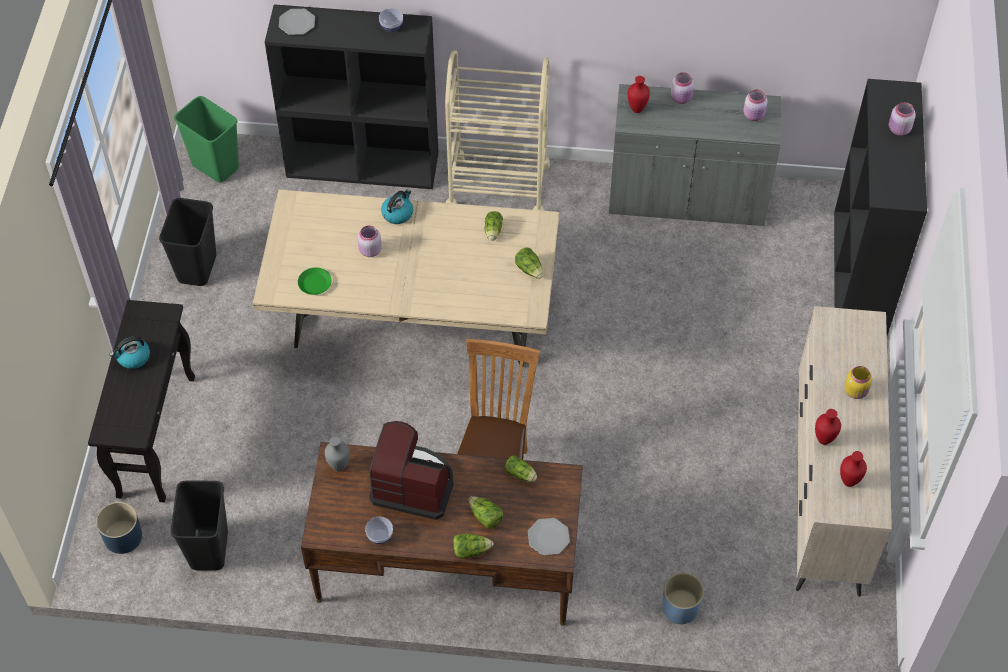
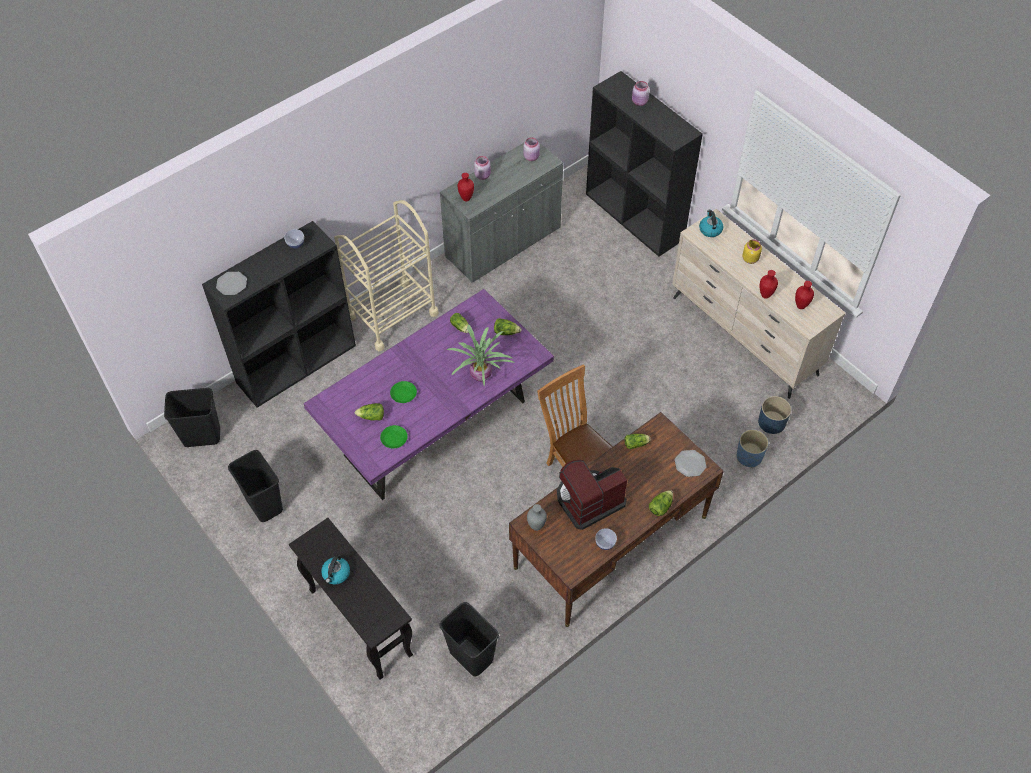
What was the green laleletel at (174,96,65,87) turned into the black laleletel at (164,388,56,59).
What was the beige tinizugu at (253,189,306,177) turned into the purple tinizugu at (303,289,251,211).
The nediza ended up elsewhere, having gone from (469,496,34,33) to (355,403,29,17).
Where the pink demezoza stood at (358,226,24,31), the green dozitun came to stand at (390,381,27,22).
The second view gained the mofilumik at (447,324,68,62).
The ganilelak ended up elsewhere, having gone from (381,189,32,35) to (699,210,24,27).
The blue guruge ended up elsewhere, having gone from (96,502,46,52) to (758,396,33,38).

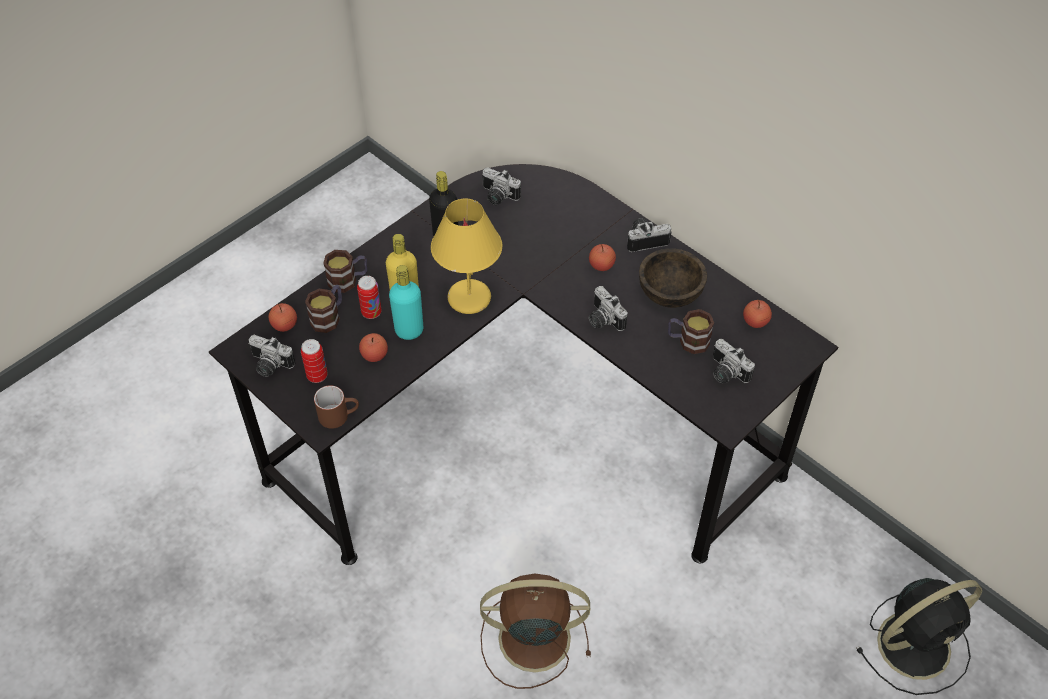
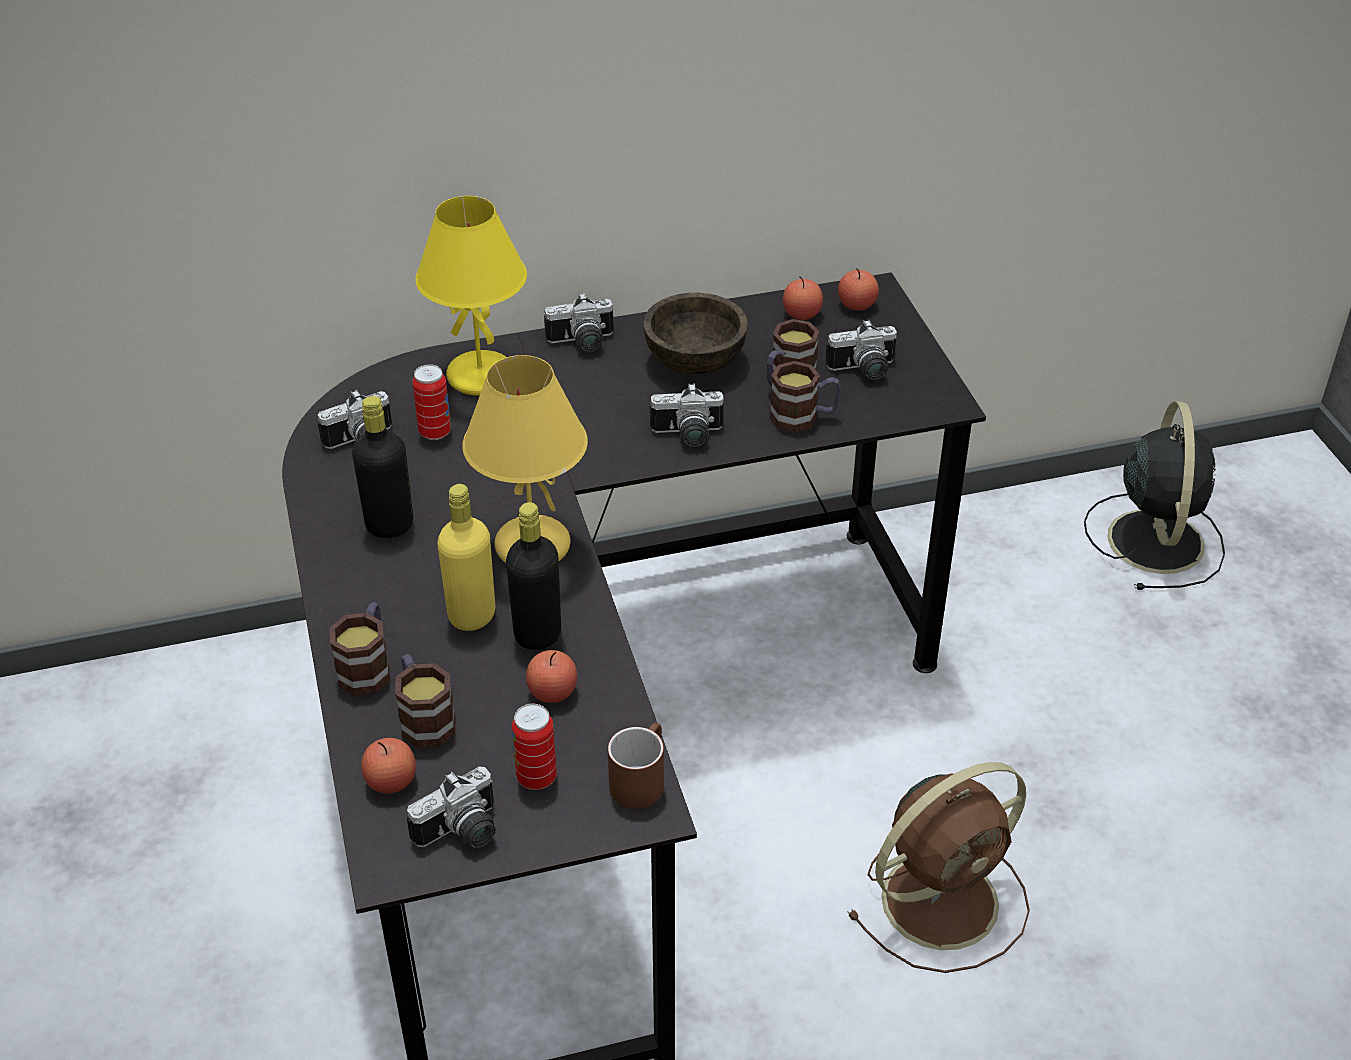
The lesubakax ended up elsewhere, having gone from (357,276,25,43) to (412,364,39,76).
The second view gained the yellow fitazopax at (415,196,112,199).
What was the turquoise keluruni at (389,265,34,75) turned into the black keluruni at (506,502,55,148).
The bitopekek at (627,218,45,34) ended up facing another way, 120 degrees counterclockwise from before.
The second view gained the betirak at (769,361,72,71).
The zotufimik ended up elsewhere, having gone from (589,244,27,27) to (838,268,41,43).
The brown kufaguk at (480,574,111,115) ended up facing another way, 150 degrees counterclockwise from before.

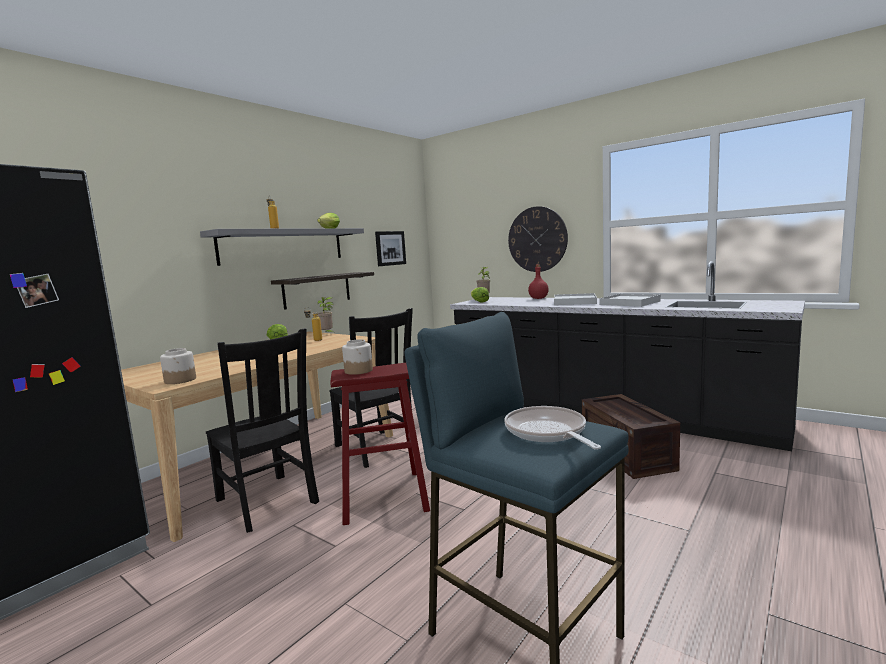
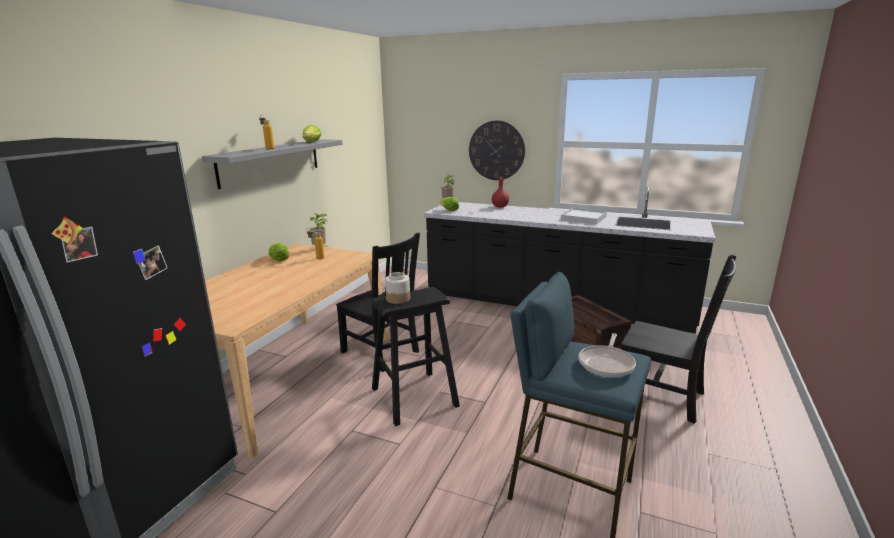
What was the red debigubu at (330,363,100,162) turned into the black debigubu at (371,287,89,139).
The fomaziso at (504,406,97,44) ended up facing another way, 120 degrees counterclockwise from before.
The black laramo ended up elsewhere, having gone from (206,328,113,205) to (621,255,115,169).
The second view lost the demezoza at (160,348,36,36).
The second view lost the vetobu at (271,272,103,38).
The second view lost the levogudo at (375,231,31,35).
The second view lost the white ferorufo at (554,293,43,12).

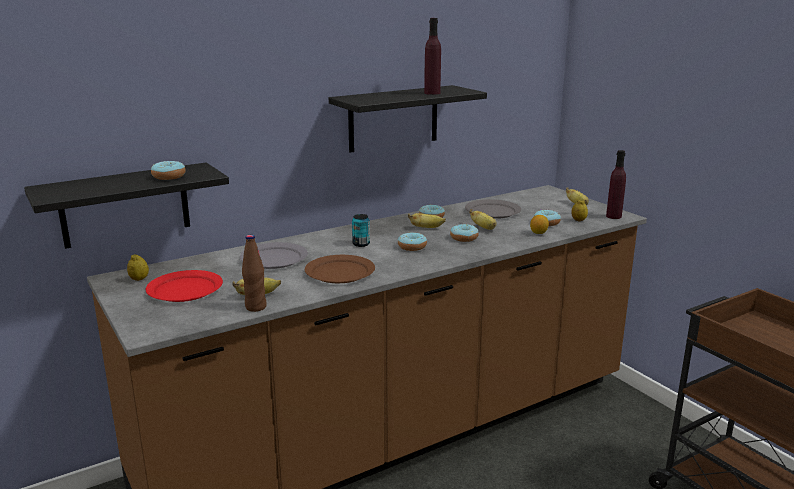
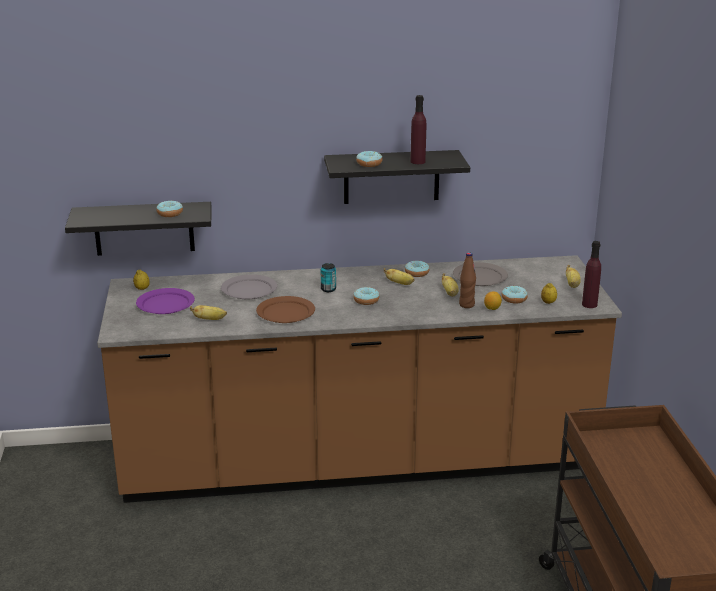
What was the red dozitun at (146,270,77,32) turned into the purple dozitun at (136,288,59,26).
The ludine ended up elsewhere, having gone from (450,224,29,18) to (356,151,26,16).
The brown keluruni ended up elsewhere, having gone from (242,235,25,77) to (459,252,17,56).

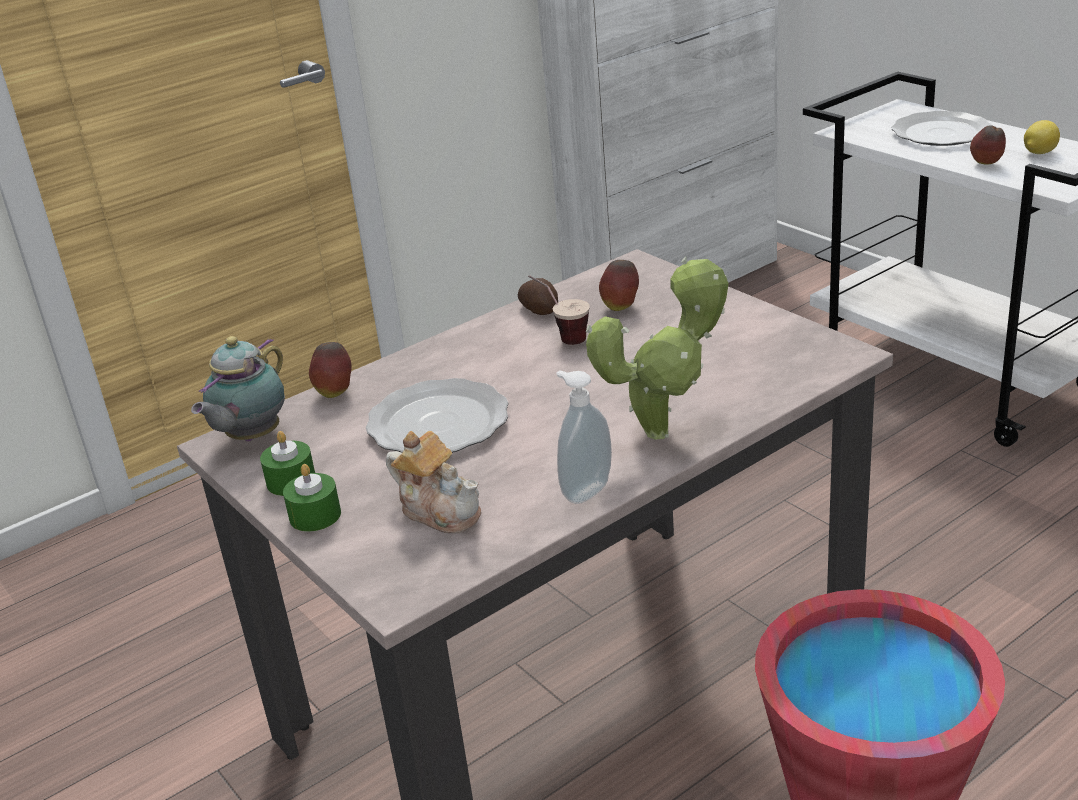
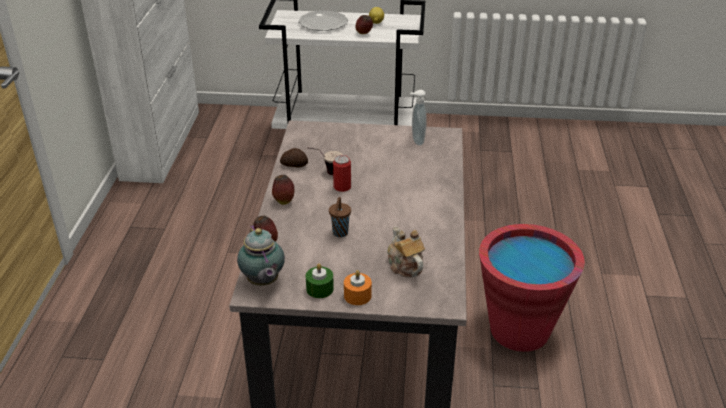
The zotufimik ended up elsewhere, having gone from (599,260,40,51) to (272,175,22,30).
Where the dozitun stood at (366,378,143,75), the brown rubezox came to stand at (329,197,22,40).
The second view gained the lesubakax at (333,155,18,37).
What was the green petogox at (283,464,58,68) turned into the orange petogox at (344,270,28,35).
The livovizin at (386,431,95,103) ended up facing another way, 105 degrees counterclockwise from before.
The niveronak ended up elsewhere, having gone from (557,370,55,134) to (410,90,17,56).
The second view lost the mofilumik at (586,256,143,184).

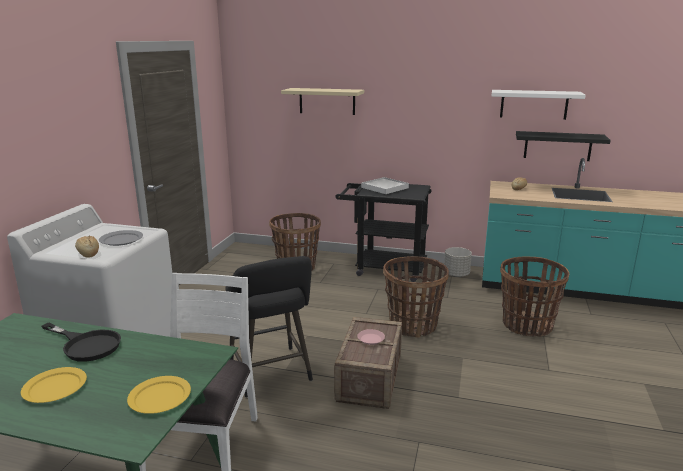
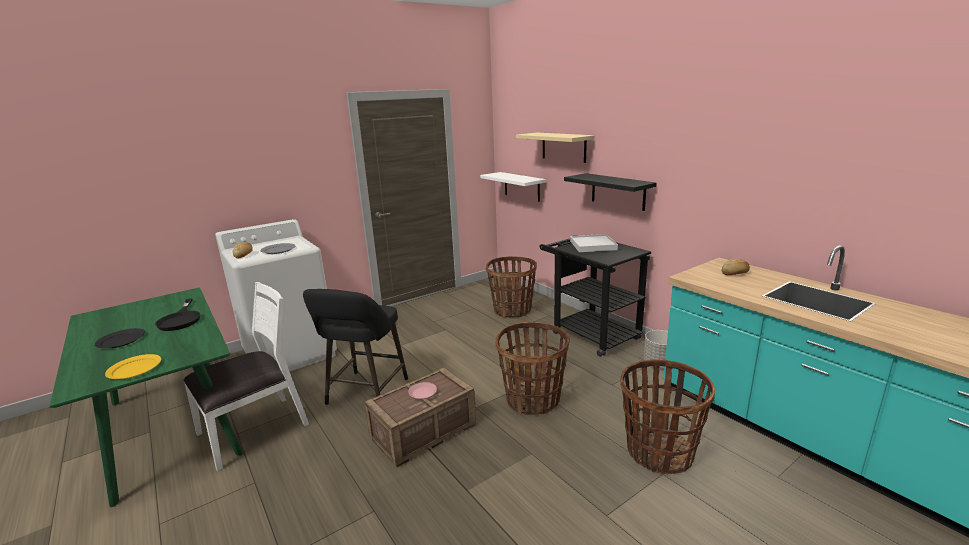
What was the yellow dozitun at (21,367,66,36) turned into the black dozitun at (95,328,50,20).
The white vetobu ended up elsewhere, having gone from (492,90,93,30) to (480,172,66,30).
The black vetobu ended up elsewhere, having gone from (516,131,95,30) to (564,173,93,38).

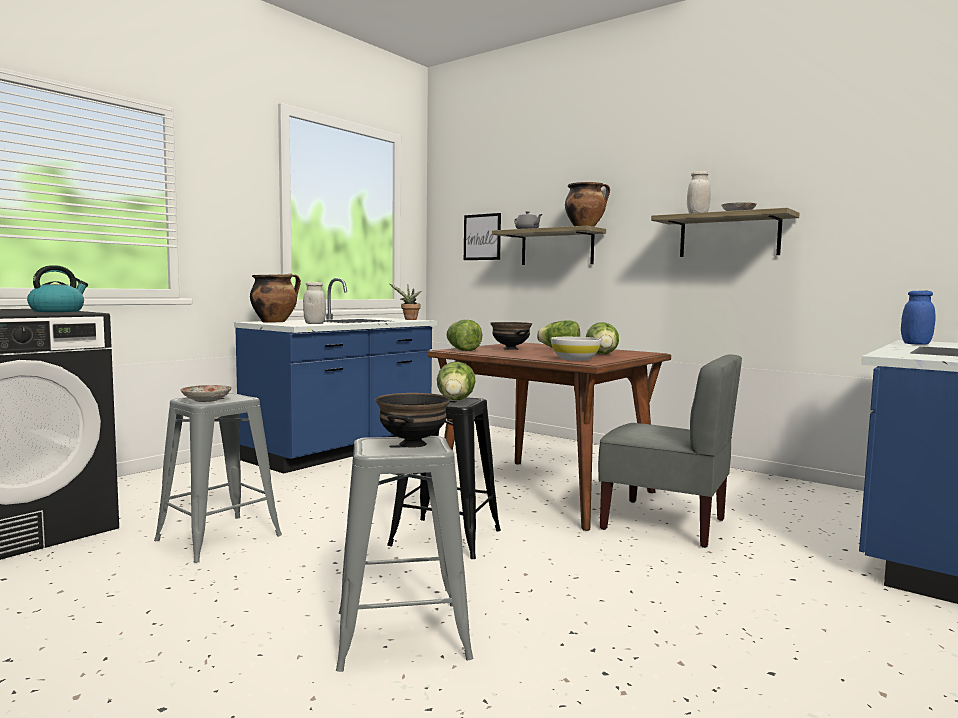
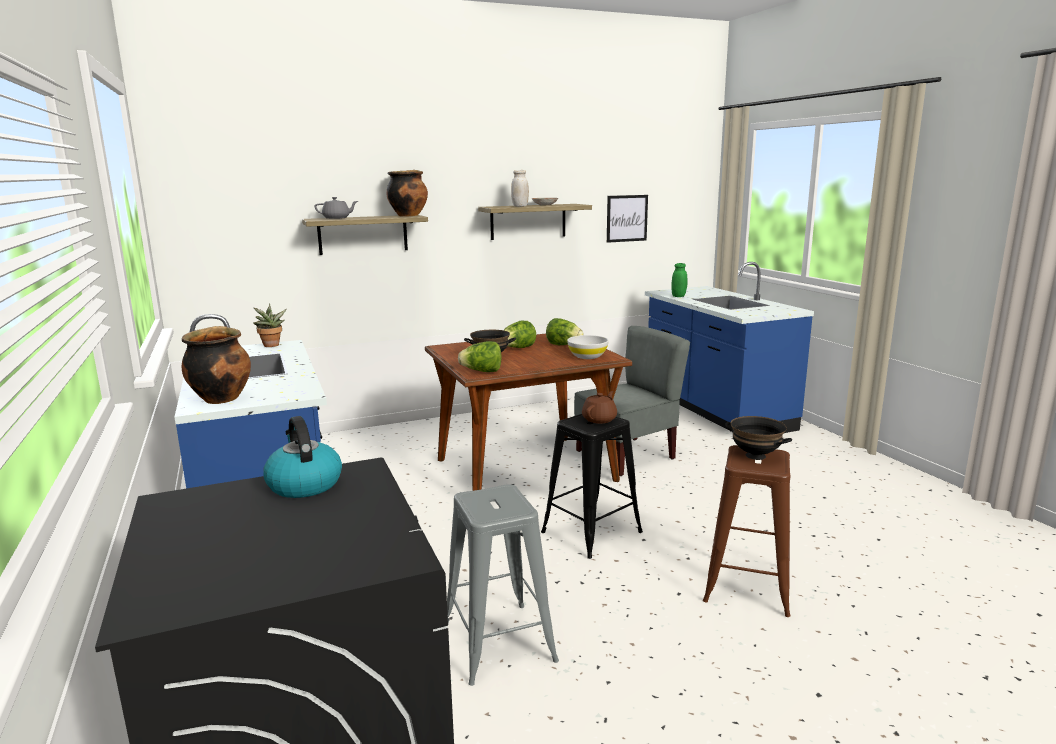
Where the nediza stood at (437,362,39,38), the brown livovizin came to stand at (582,391,35,33).
The levogudo ended up elsewhere, having gone from (464,213,37,47) to (607,195,41,48).
What was the blue demezoza at (901,291,35,53) turned into the green demezoza at (671,263,16,34).
What was the grey debigubu at (336,436,137,236) turned into the brown debigubu at (703,445,88,172).
The second view lost the dozitun at (180,385,52,17).
The second view lost the white demezoza at (303,282,23,42).

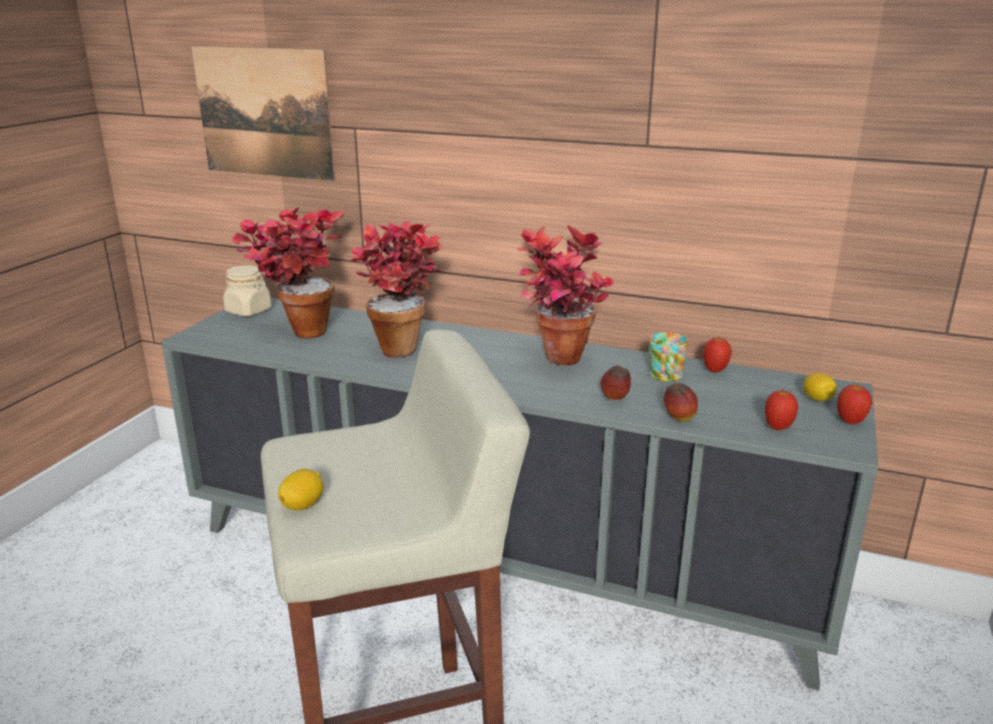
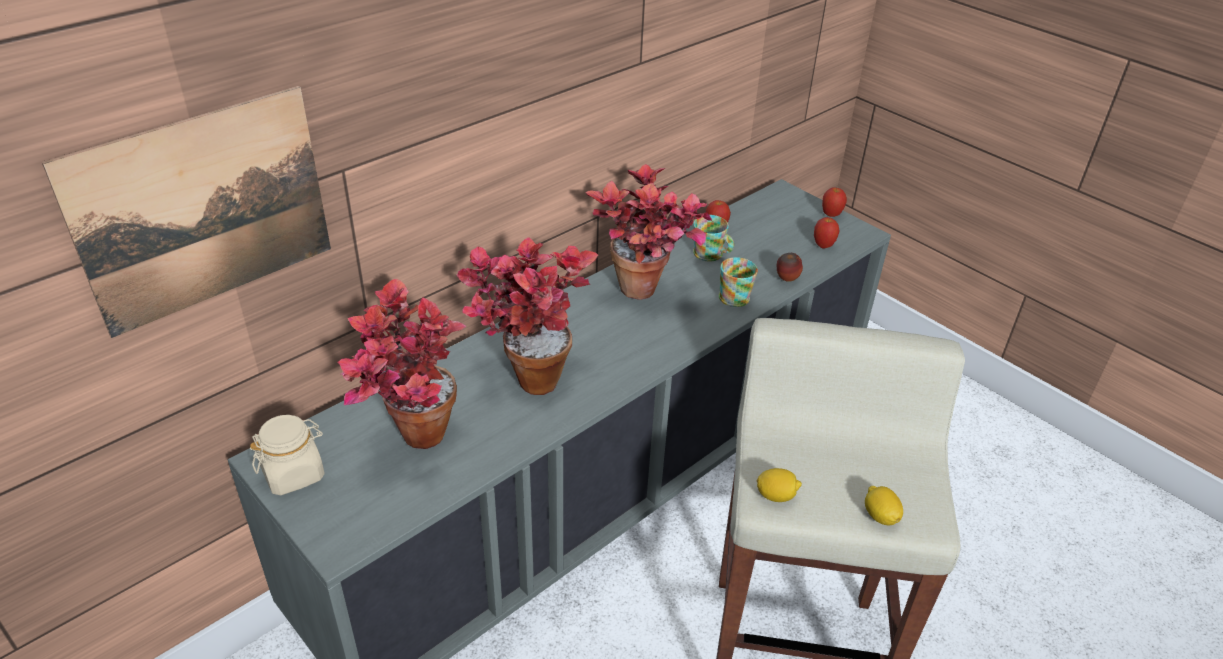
Where the zotufimik stood at (600,366,31,34), the betirak came to stand at (719,257,39,50).
The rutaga ended up elsewhere, having gone from (803,373,34,28) to (757,468,45,34).

